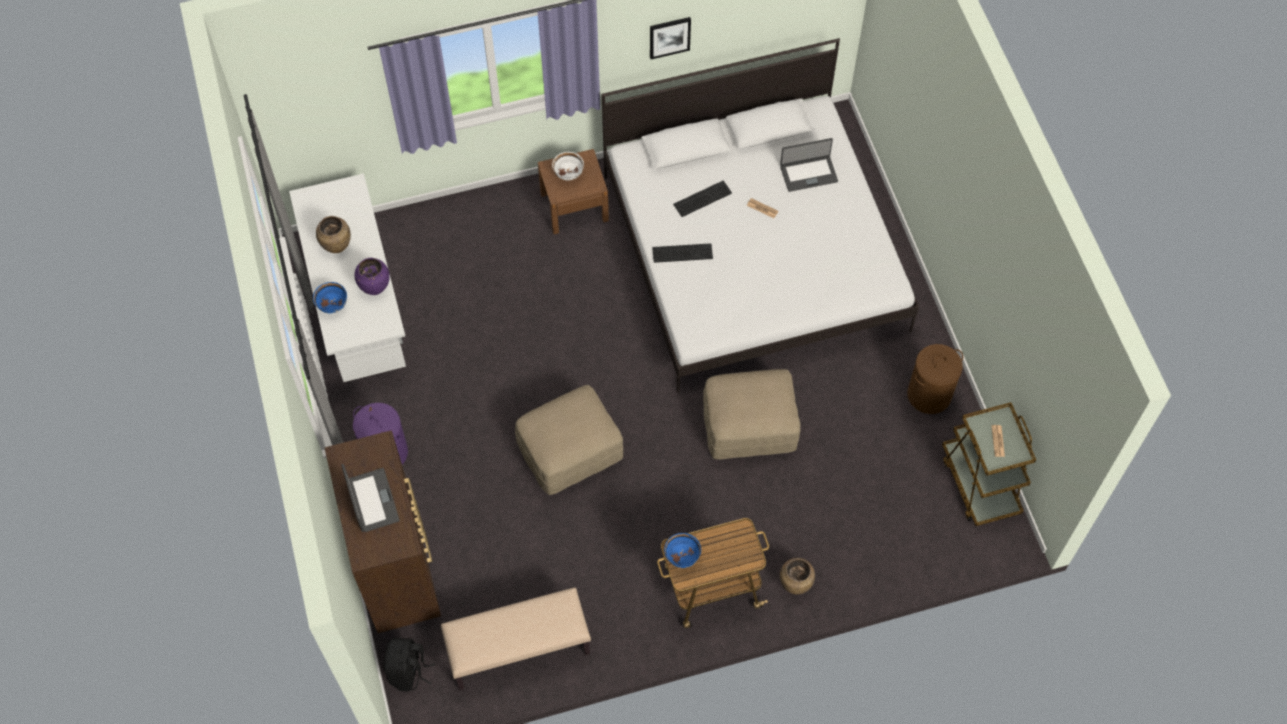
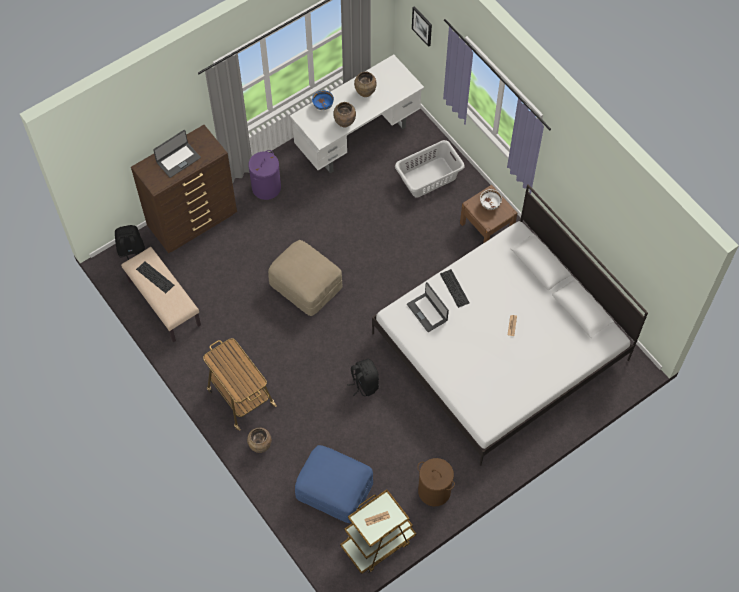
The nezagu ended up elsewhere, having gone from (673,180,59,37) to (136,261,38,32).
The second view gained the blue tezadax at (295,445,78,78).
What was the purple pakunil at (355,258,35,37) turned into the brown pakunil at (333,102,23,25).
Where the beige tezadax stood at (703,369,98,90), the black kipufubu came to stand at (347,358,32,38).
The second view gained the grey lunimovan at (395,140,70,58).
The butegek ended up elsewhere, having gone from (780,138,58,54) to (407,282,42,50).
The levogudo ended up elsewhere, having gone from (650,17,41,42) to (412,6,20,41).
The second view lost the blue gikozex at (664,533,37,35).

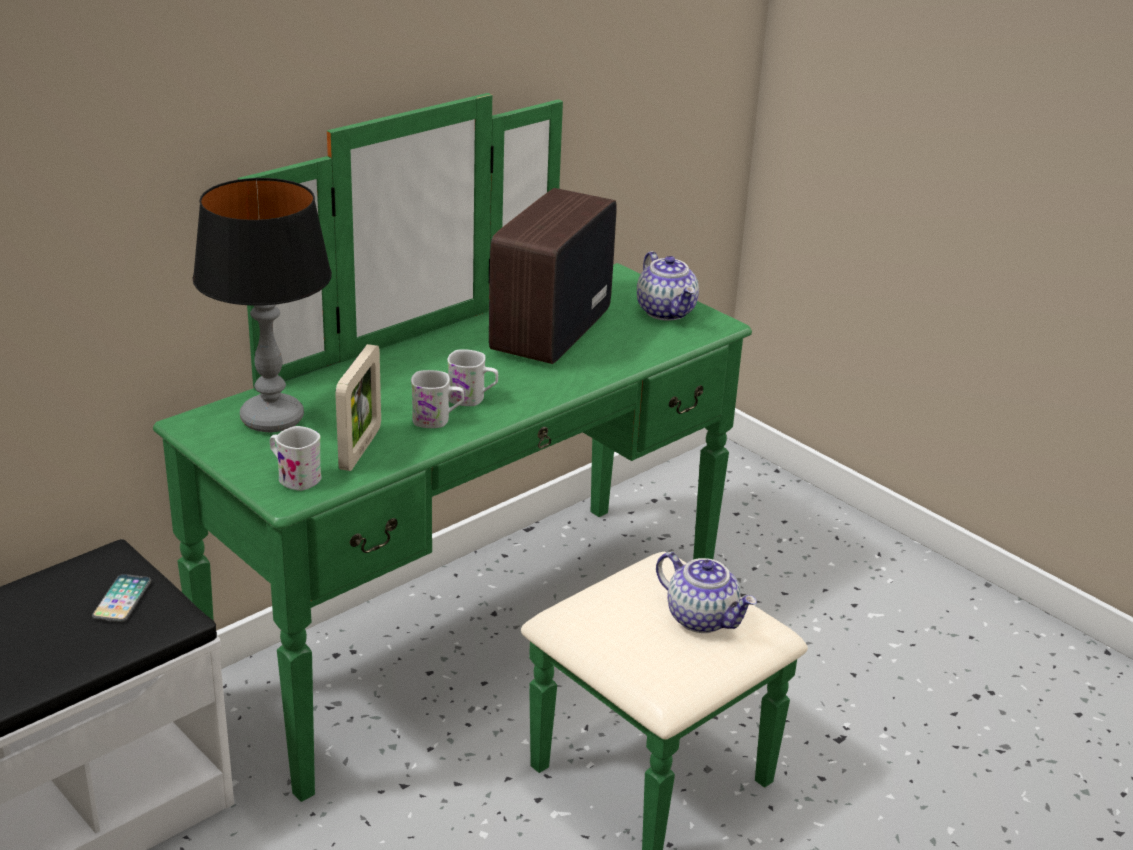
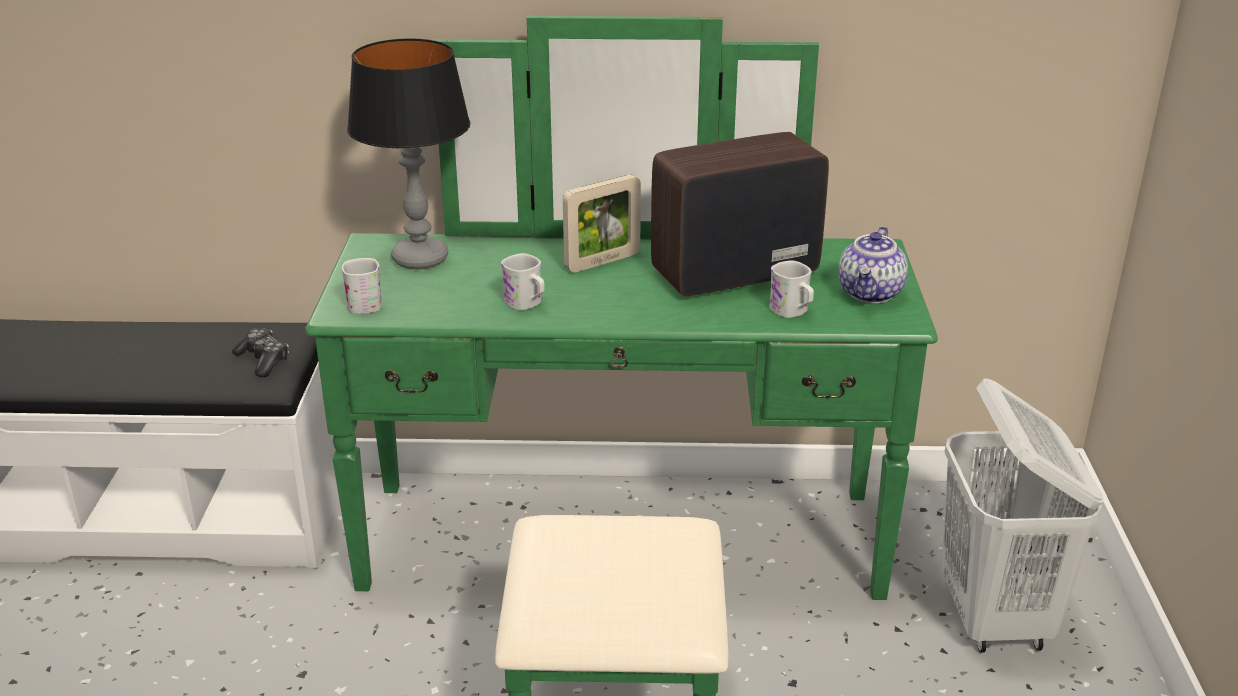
Where the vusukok stood at (92,574,59,48), the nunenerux came to stand at (232,328,57,49).
The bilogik ended up elsewhere, having gone from (335,344,46,127) to (563,174,78,99).
The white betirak ended up elsewhere, having gone from (447,349,51,57) to (769,260,45,58).
The second view gained the white lunimovan at (942,378,161,275).
The second view lost the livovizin at (656,552,101,81).

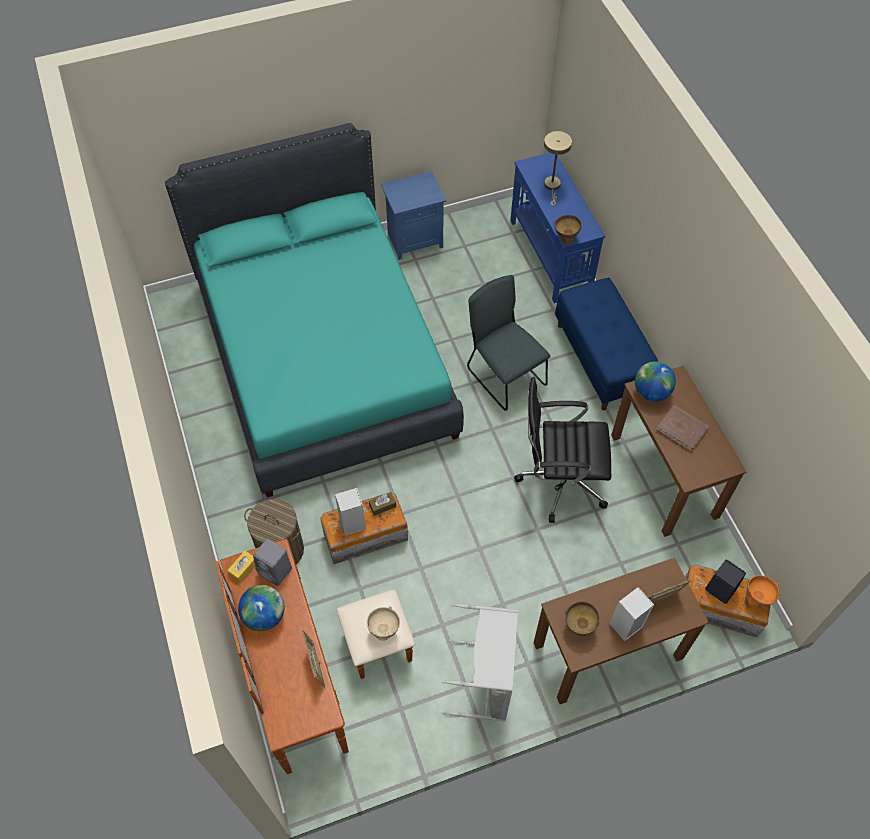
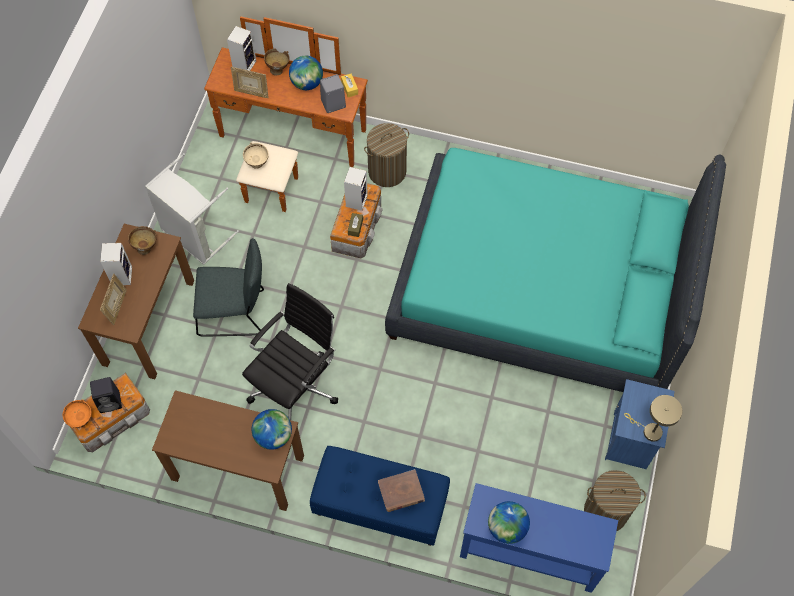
The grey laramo ended up elsewhere, having gone from (467,275,83,136) to (193,238,71,99).
The second view gained the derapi at (227,26,29,45).
The brown gikozex ended up elsewhere, having gone from (554,215,28,29) to (264,48,26,28).
The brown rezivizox ended up elsewhere, having gone from (656,405,53,47) to (378,469,47,43).
The second view gained the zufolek at (488,501,42,43).
The second view gained the lunimovan at (584,470,62,61).
The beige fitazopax ended up elsewhere, having gone from (544,131,28,74) to (624,395,58,47).

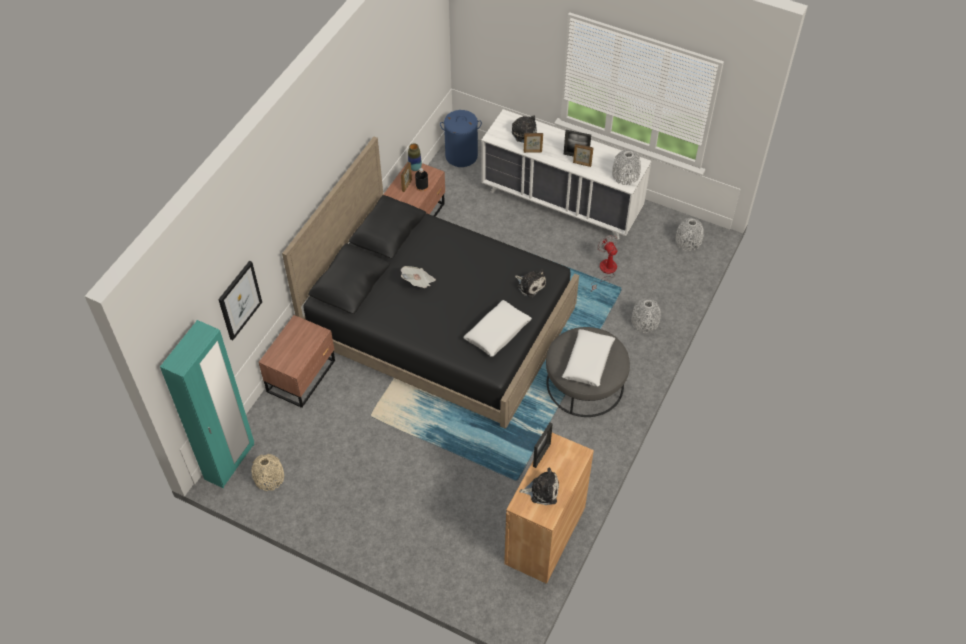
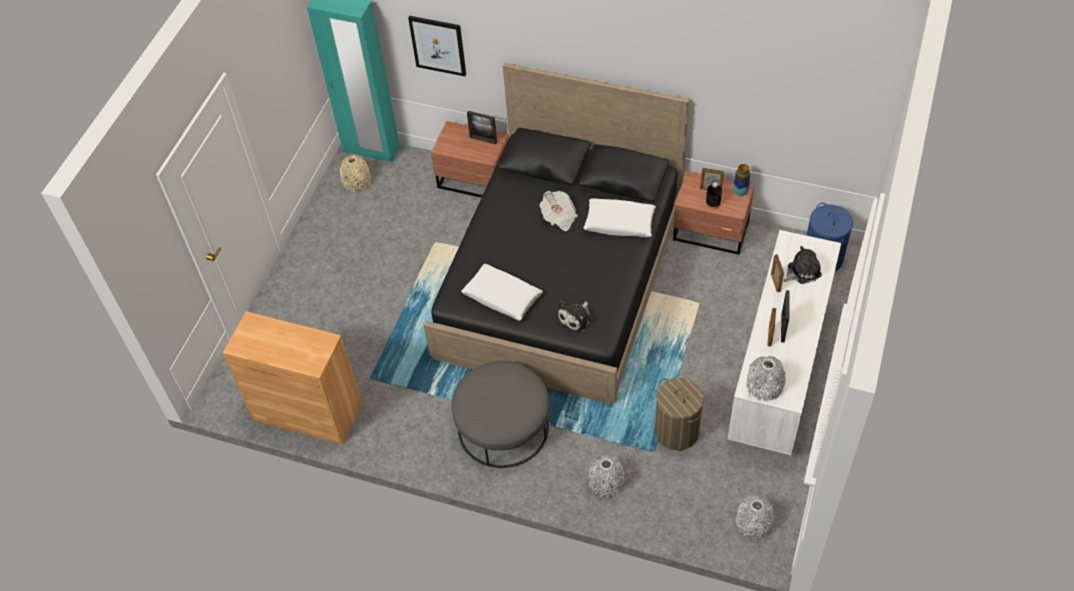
The bilogik ended up elsewhere, having gone from (533,422,20,46) to (467,111,30,33).
The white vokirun ended up elsewhere, having gone from (562,329,53,58) to (583,199,73,38).
Where the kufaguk stood at (591,235,26,57), the lunimovan came to stand at (655,378,49,72).
The second view lost the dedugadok at (519,467,40,38).

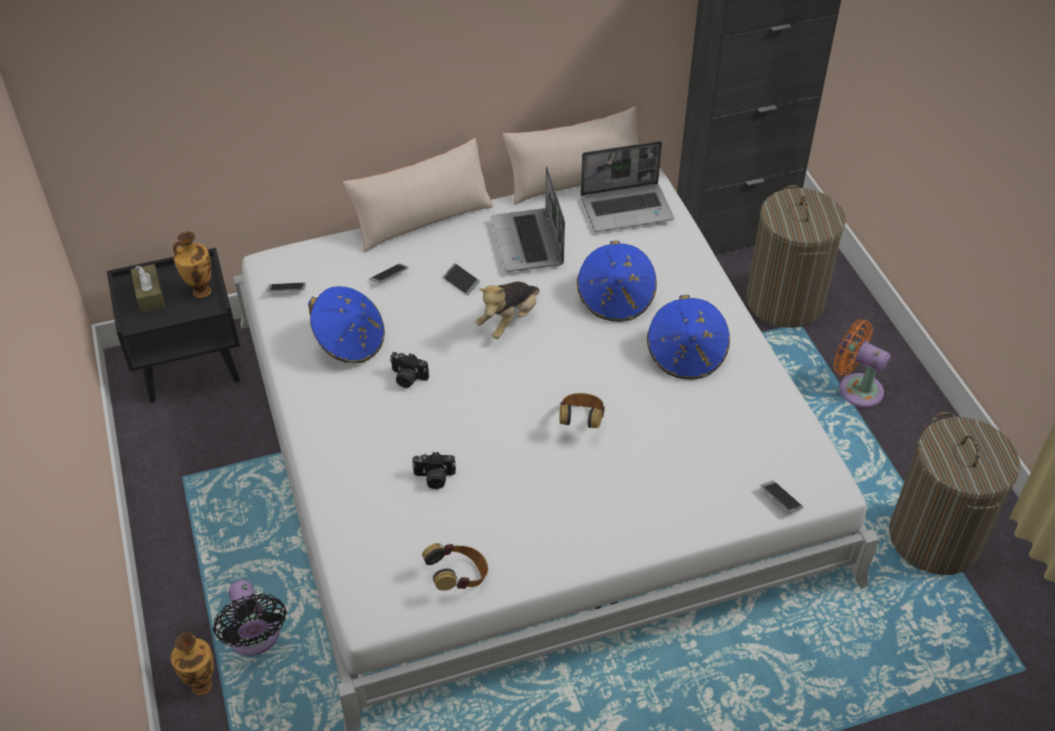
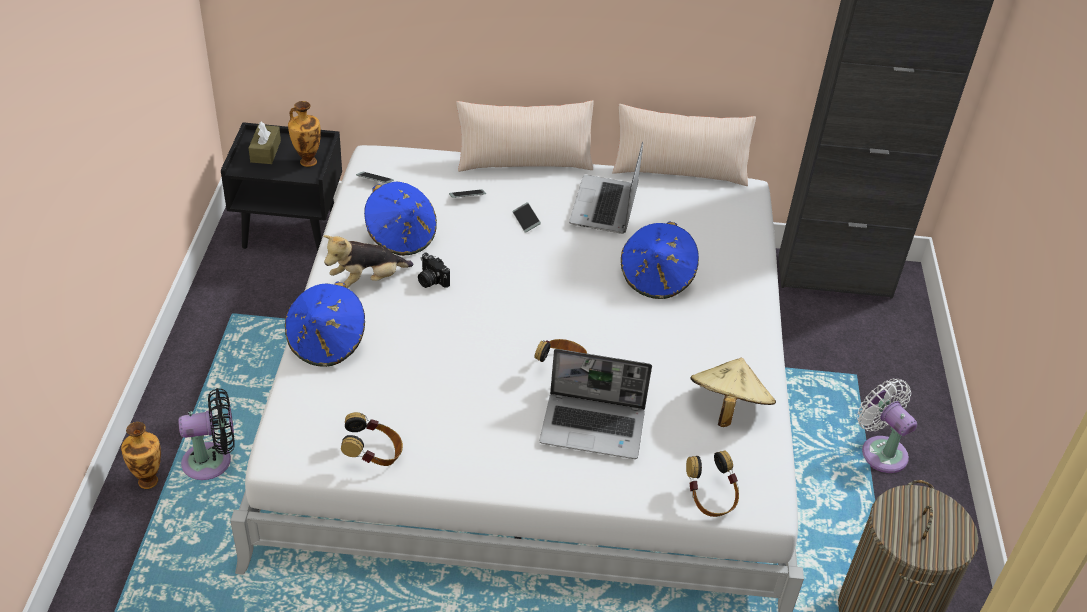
The black kufaguk at (213,580,74,76) ended up facing another way, 105 degrees counterclockwise from before.
The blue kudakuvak ended up elsewhere, having gone from (647,295,83,85) to (285,281,80,86).
The dedugadok ended up elsewhere, having gone from (476,281,63,58) to (323,235,90,53).
The butegek ended up elsewhere, having gone from (580,141,94,91) to (539,349,113,110).
Where the vusukok stood at (760,481,44,32), the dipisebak came to stand at (686,450,53,67).
The second view gained the beige kudakuvak at (691,357,85,70).
What was the orange kufaguk at (833,319,58,89) turned into the white kufaguk at (857,379,60,94).
The second view lost the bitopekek at (412,452,44,37).
The second view lost the lunimovan at (746,185,100,143).

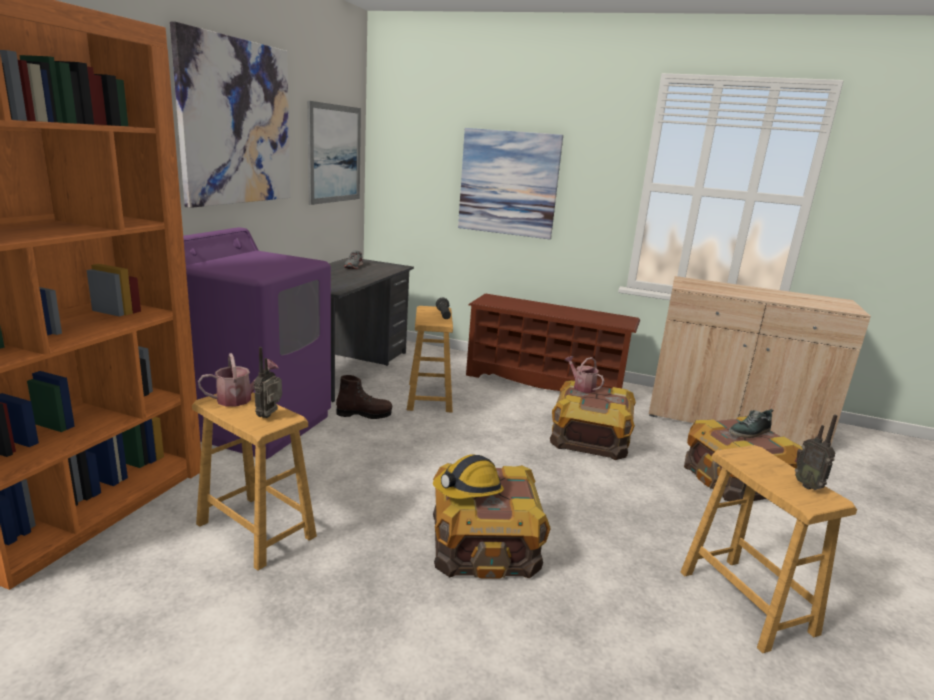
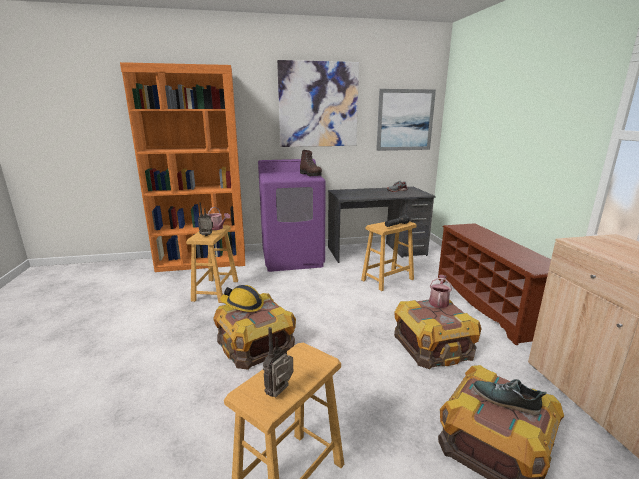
The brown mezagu ended up elsewhere, having gone from (336,375,56,44) to (300,150,22,26).
The second view lost the levogudo at (458,128,105,112).

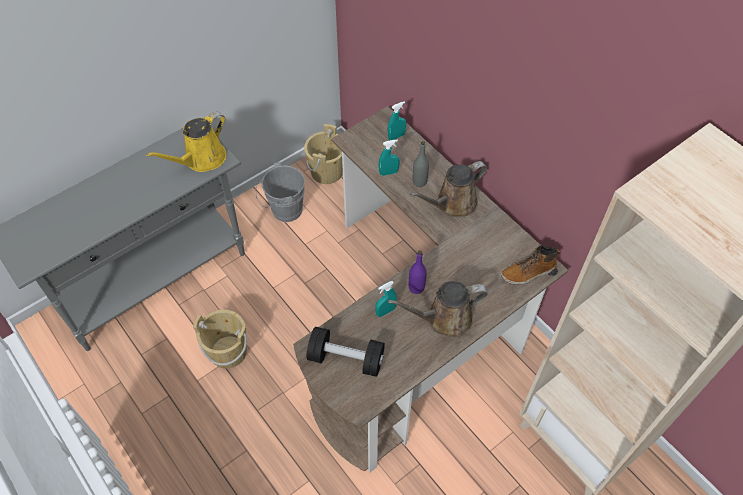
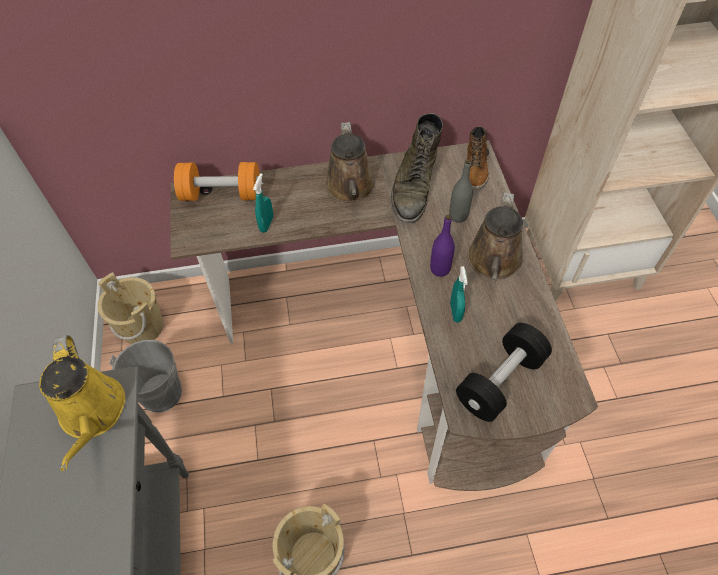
Where the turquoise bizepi stood at (388,101,18,39), the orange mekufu came to stand at (174,162,86,39).
The second view gained the green mezagu at (391,113,52,110).
The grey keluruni ended up elsewhere, having gone from (413,141,16,46) to (449,159,24,64).

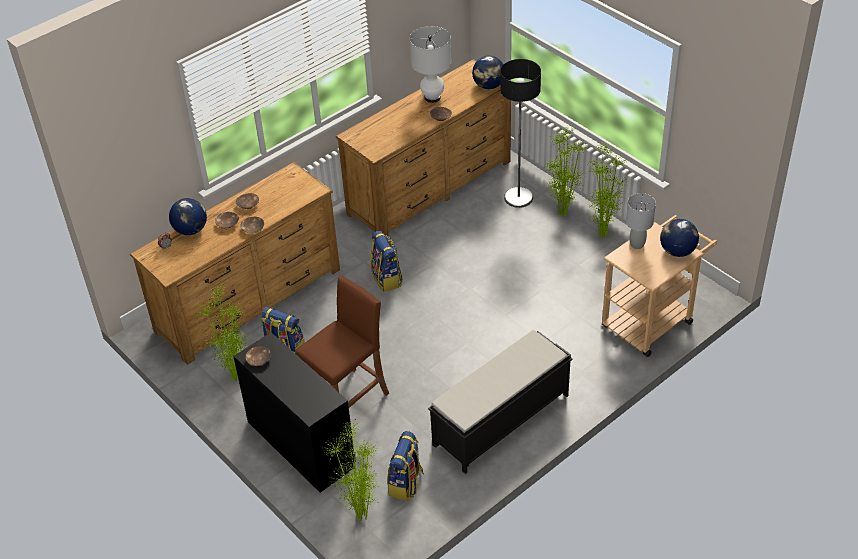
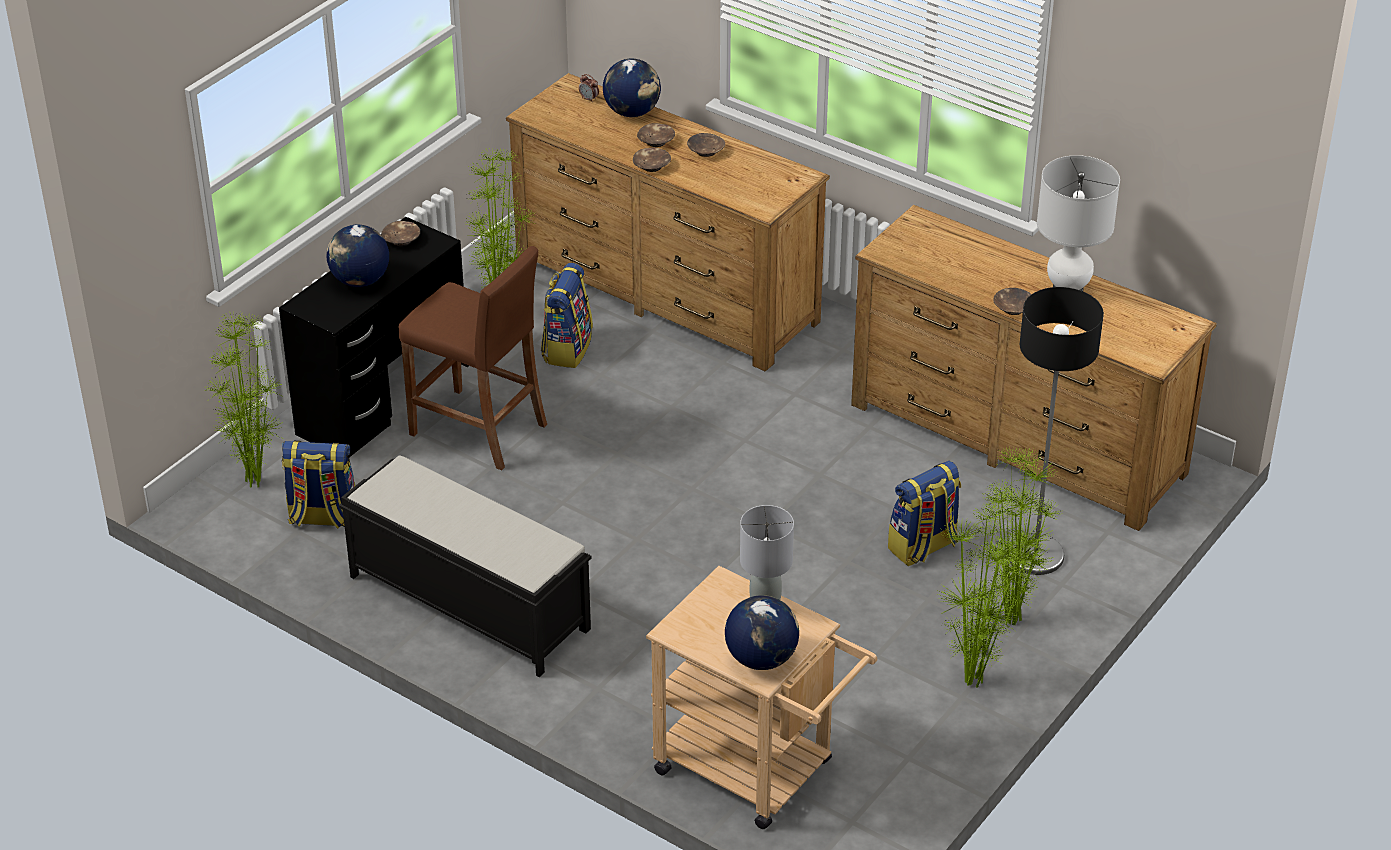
The zufolek ended up elsewhere, having gone from (472,56,31,33) to (327,224,62,63).
The kipufubu ended up elsewhere, having gone from (370,231,33,61) to (888,461,73,105).

